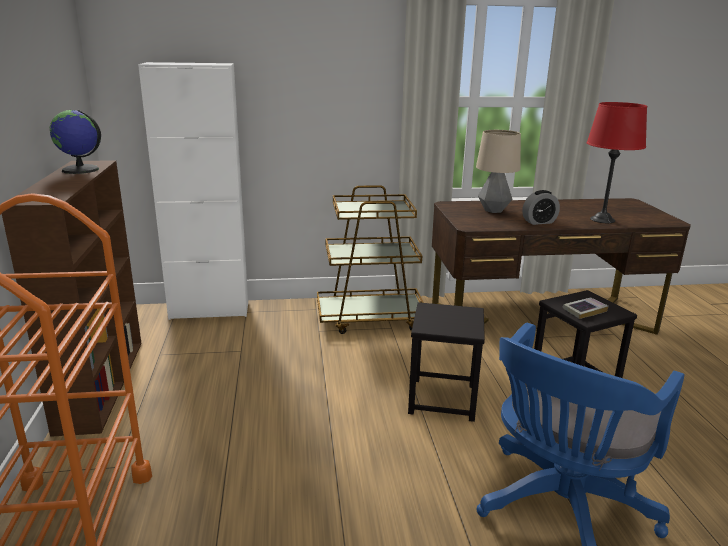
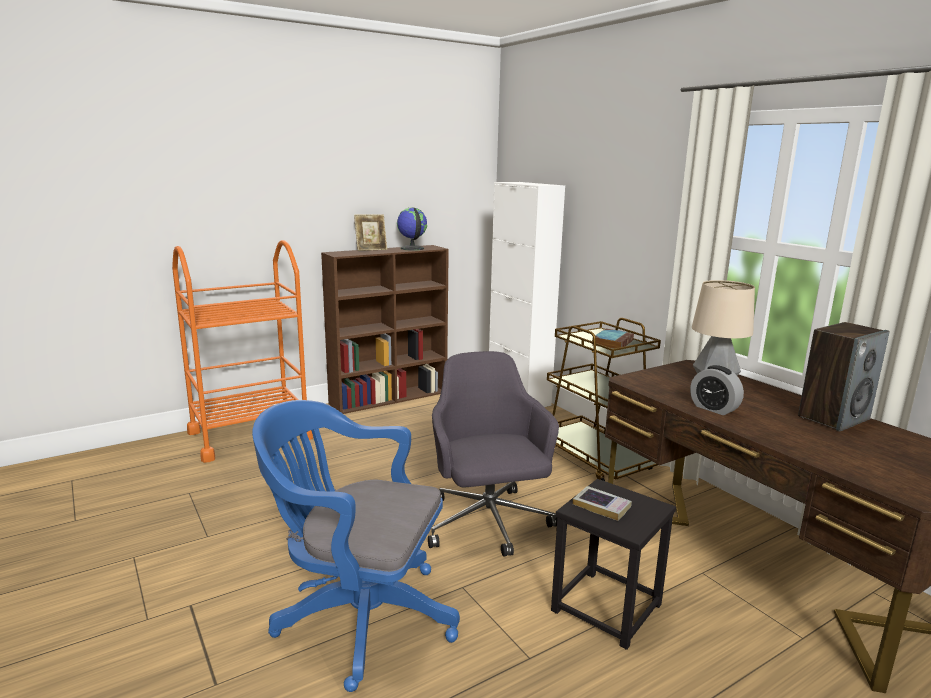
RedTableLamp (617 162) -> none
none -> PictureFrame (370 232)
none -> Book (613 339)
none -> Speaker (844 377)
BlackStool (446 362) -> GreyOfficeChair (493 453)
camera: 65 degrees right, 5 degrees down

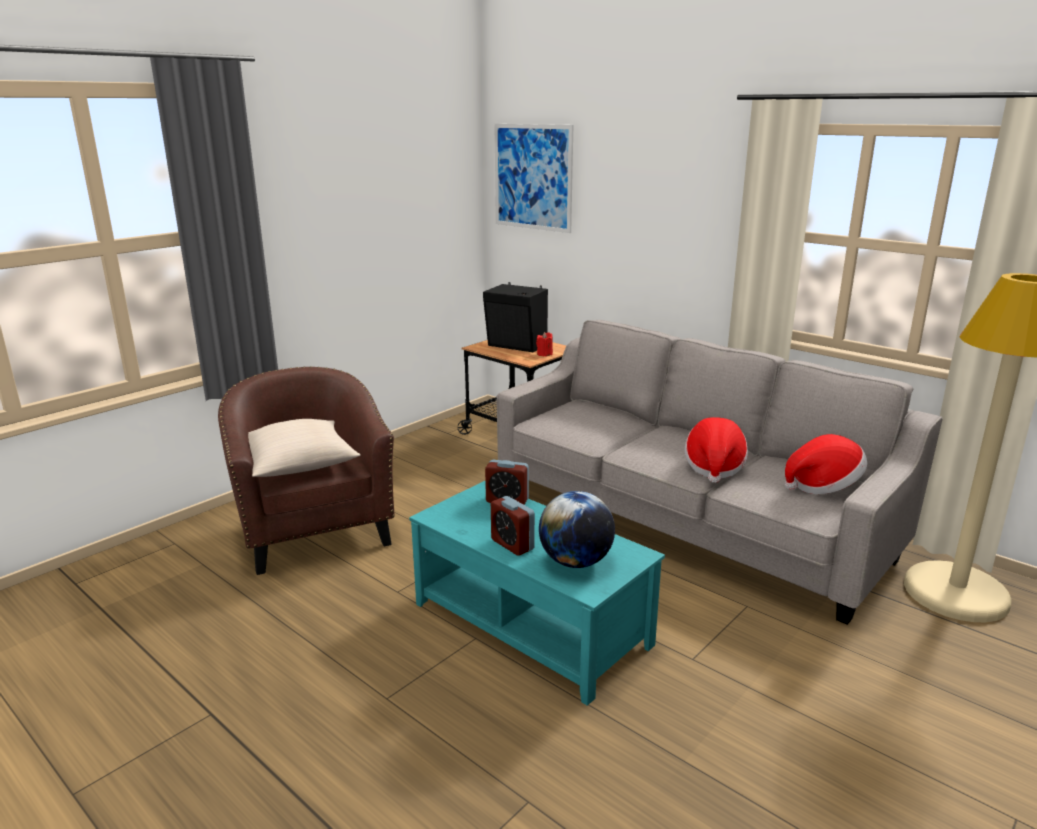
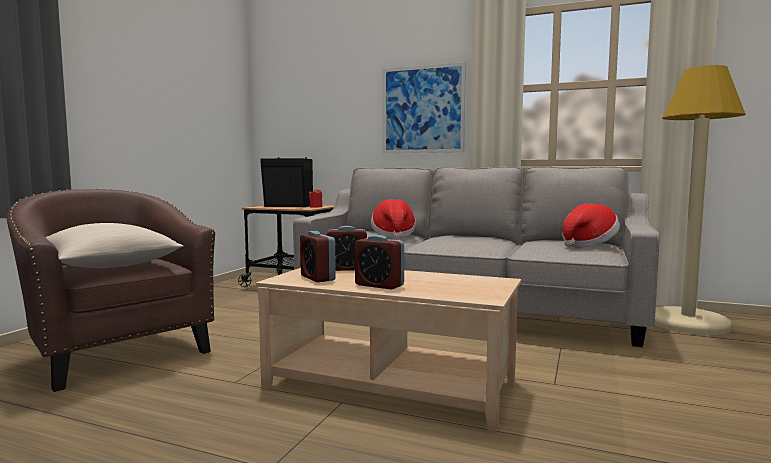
Globe (577 529) -> none
none -> AlarmClock (318 256)
Picture (533 178) -> Picture (424 107), shifted
Hat (716 450) -> Hat (393 219), shifted
TurquoiseCoffeeTable (537 593) -> BeigeCoffeeTable (388 350)
camera: 20 degrees left, 15 degrees down

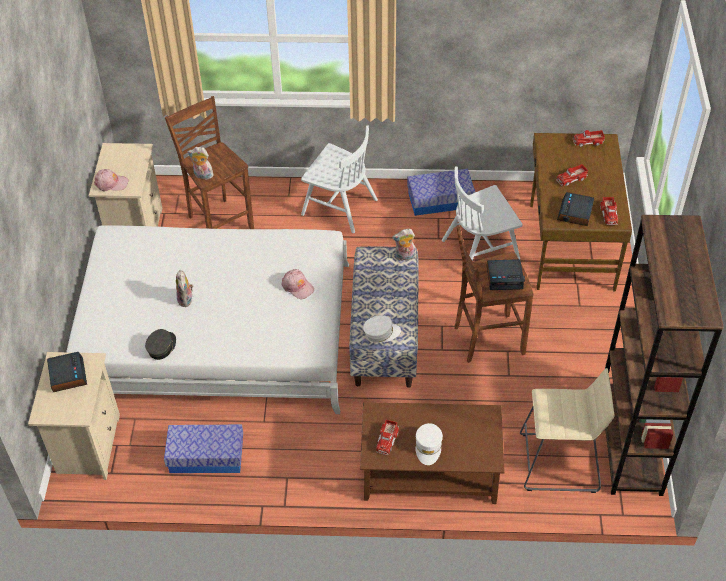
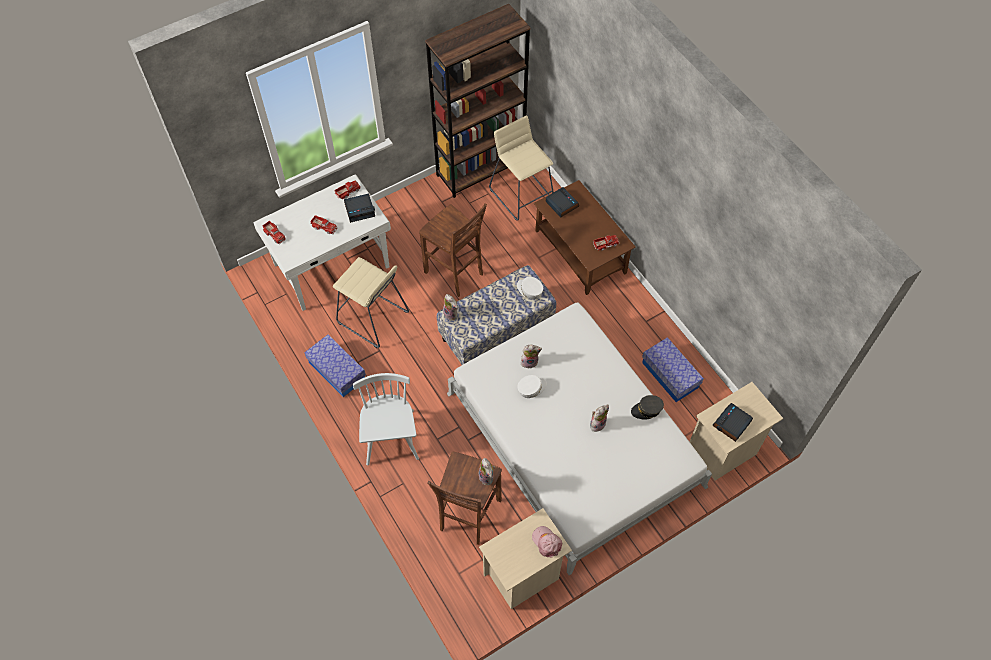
WhiteCap (429 444) -> WhiteCap (532 386), shifted
AlarmClock (506 274) -> AlarmClock (562 202), shifted
PinkCap (298 284) -> PlushToy (531 356)
WhiteChair (482 213) -> BeigeStool (371 302)
BrownDesk (581 212) -> WhiteDesk (322 242)
camera: 125 degrees left, 10 degrees up

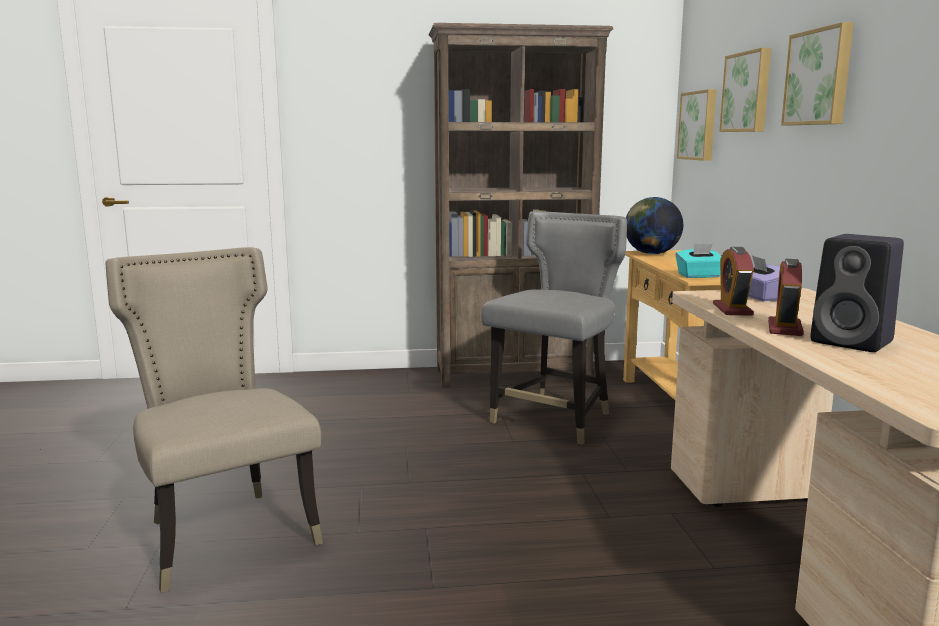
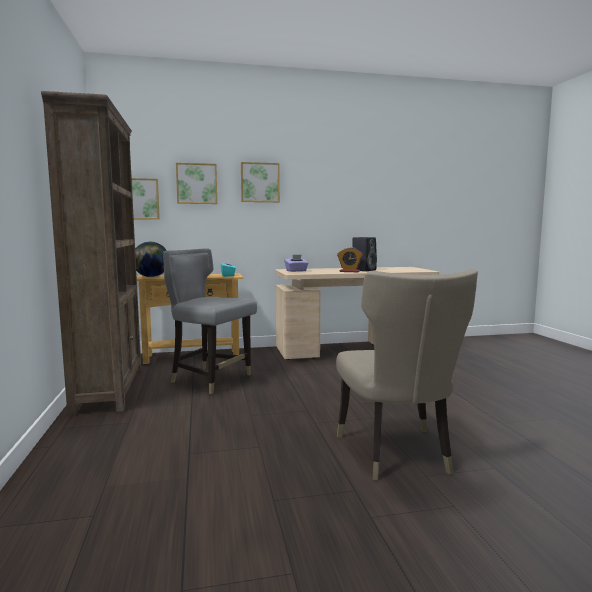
AlarmClock (733 281) -> none
BeigeChair (214 420) -> BeigeChair (407 374), 60 degrees counterclockwise
camera: 95 degrees left, 5 degrees down

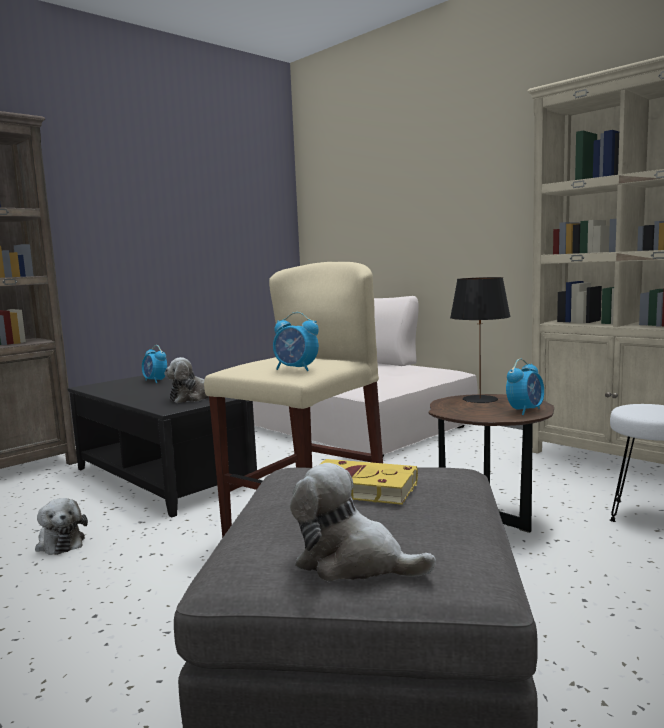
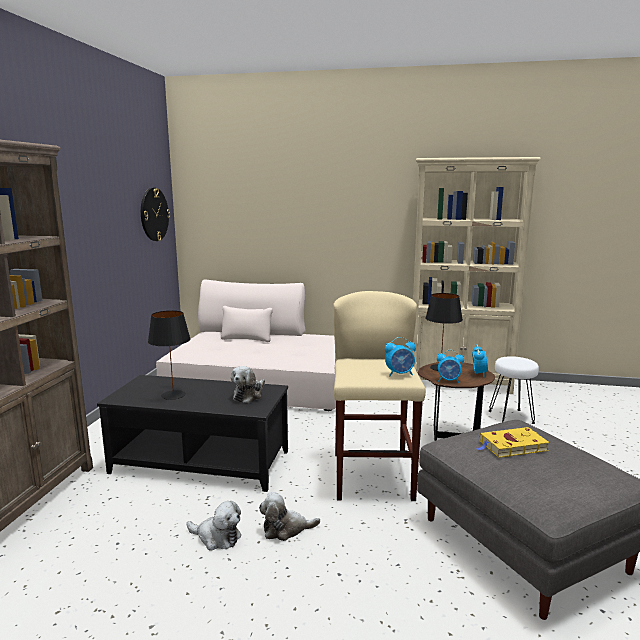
none -> WallClock (155 214)
none -> BlackTableLamp (169 355)
AlarmClock (154 364) -> AlarmClock (450 366), shifted
PlushToy (363 522) -> PlushToy (289 516), shifted
camera: 35 degrees left, 5 degrees up

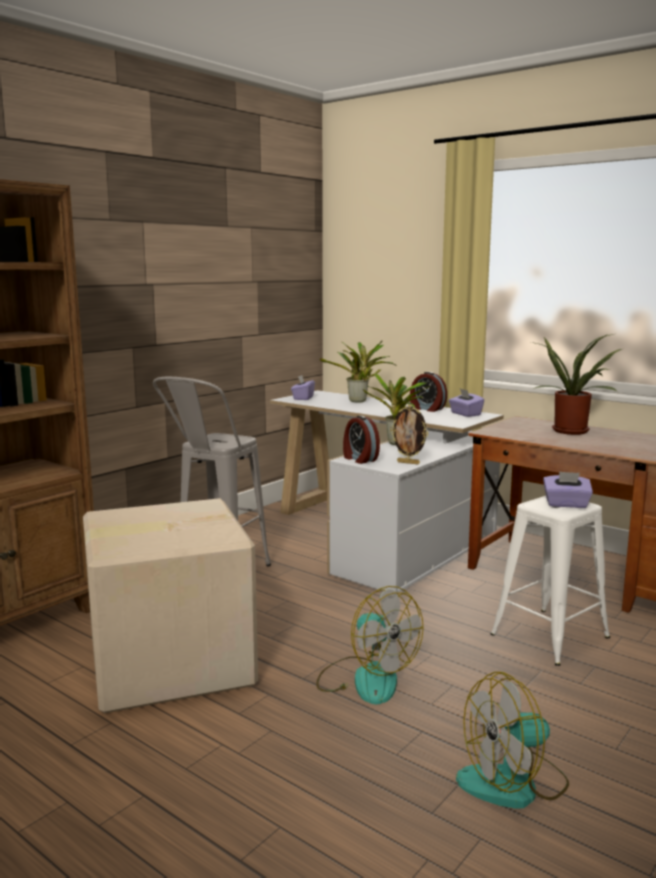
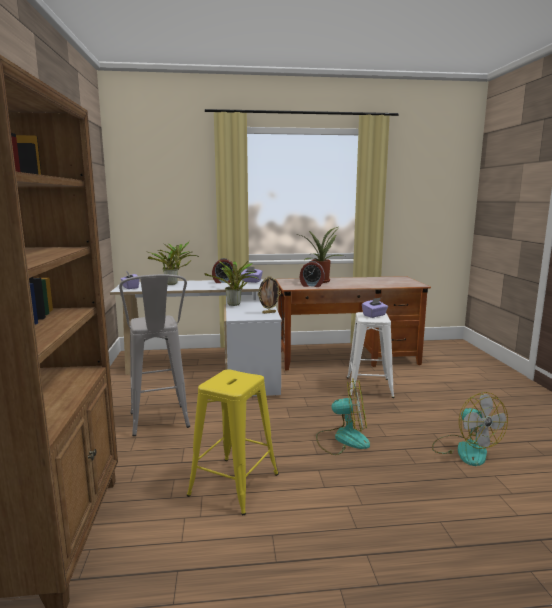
AlarmClock (361 439) -> AlarmClock (312 274), shifted
CardboardBox (170 605) -> YellowStool (233 442)
Fan (512 740) -> Fan (470 429), 45 degrees counterclockwise
camera: 45 degrees left, 0 degrees up

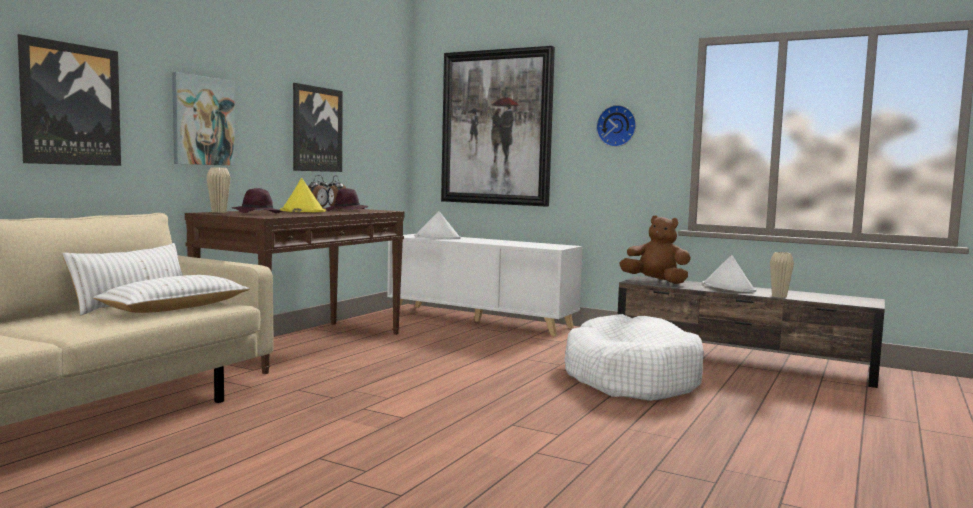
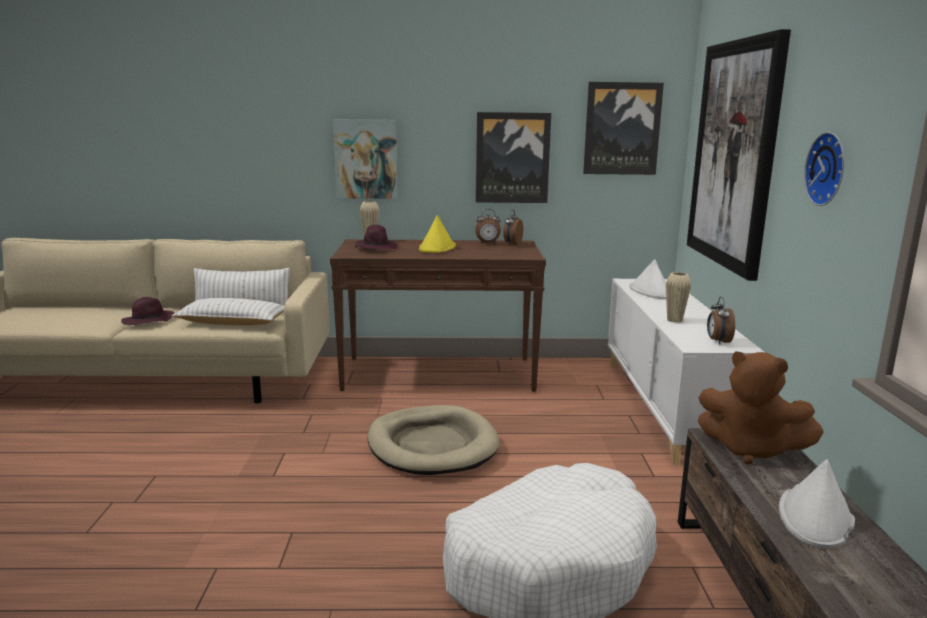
none -> BeigeDogBed (434 440)
none -> AlarmClock (721 321)
Picture (69 100) -> Picture (623 128), shifted
PurpleHat (347 199) -> PurpleHat (147 311), shifted
BeigeVase (782 275) -> BeigeVase (678 297), shifted
BrownPlushToy (655 249) -> BrownPlushToy (761 407), 120 degrees clockwise
camera: 60 degrees right, 10 degrees up

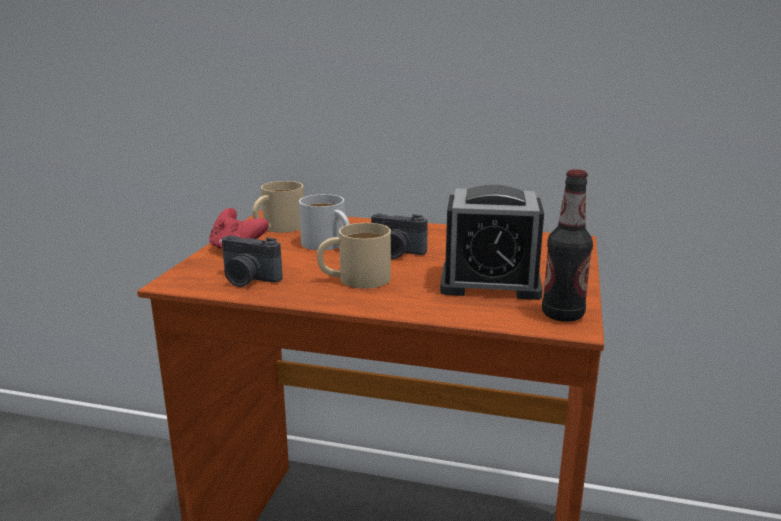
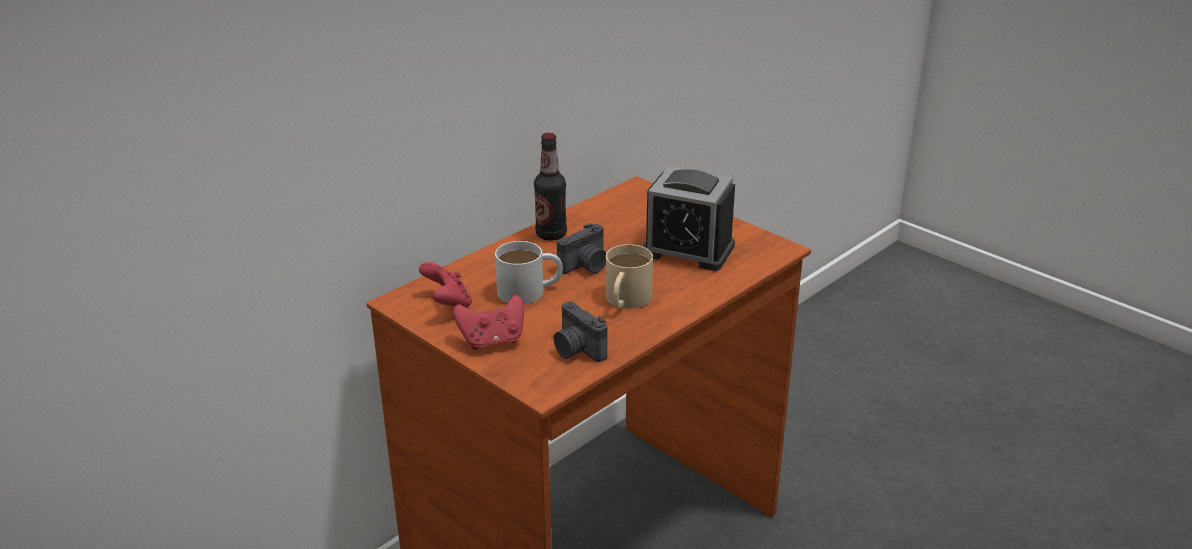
Bottle (567 245) -> Bottle (550 186), shifted
BeigeMug (278 207) -> RedGameController (445 284)
PhotoCamera (252 261) -> PhotoCamera (581 331), 90 degrees clockwise
AlarmClock (492 242) -> AlarmClock (688 218), 75 degrees clockwise
camera: 60 degrees left, 10 degrees up

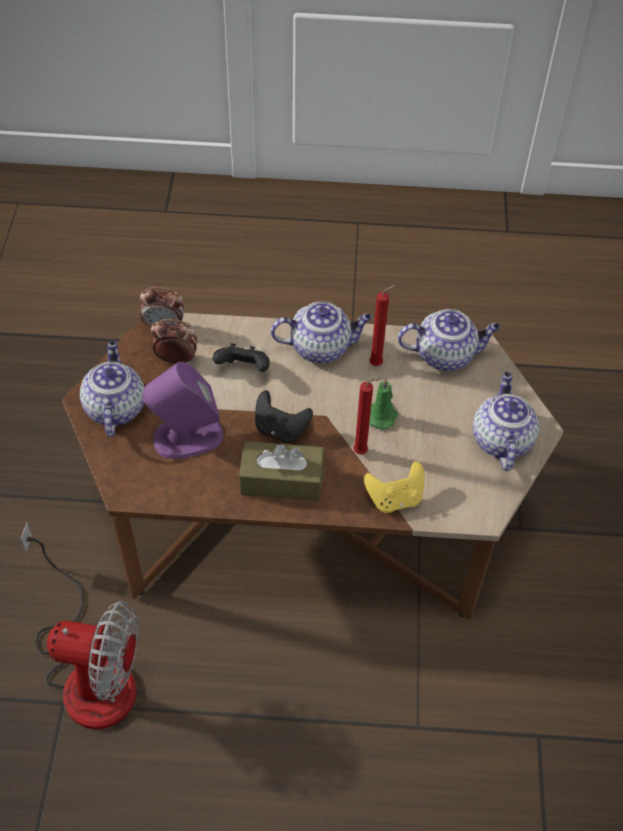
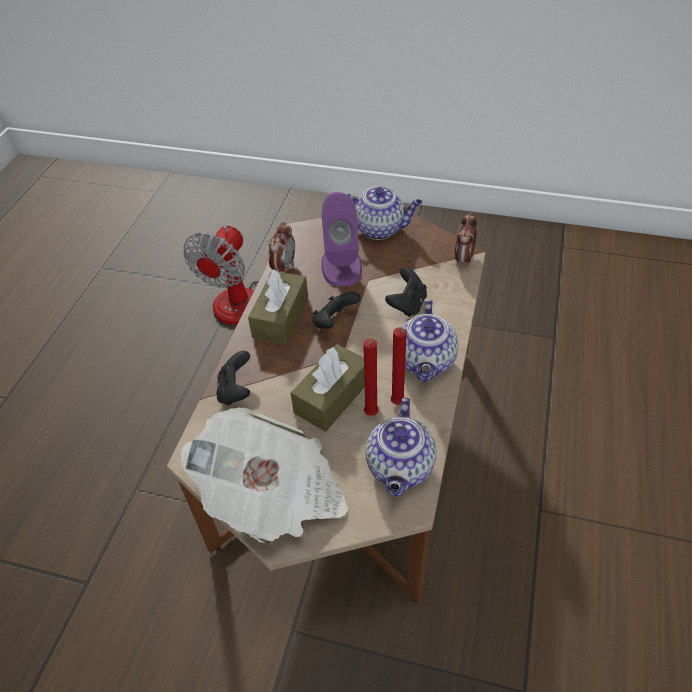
AlarmClock (174 341) -> AlarmClock (281 247), shifted
RedCandle (367 415) -> RedCandle (371 377), shifted
GreenCandle (383 404) -> BrownTissueBox (327 388)
Teapot (505 421) -> Newspaper (264 475)
YellowGameController (394 487) -> BlackGameController (233 378)
camera: 105 degrees right, 5 degrees down

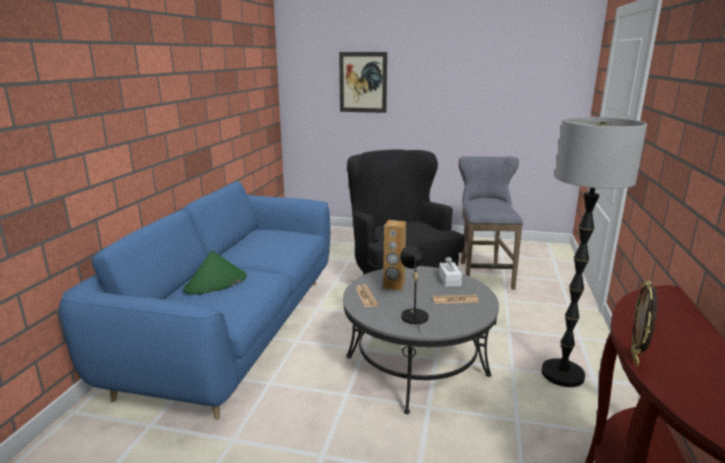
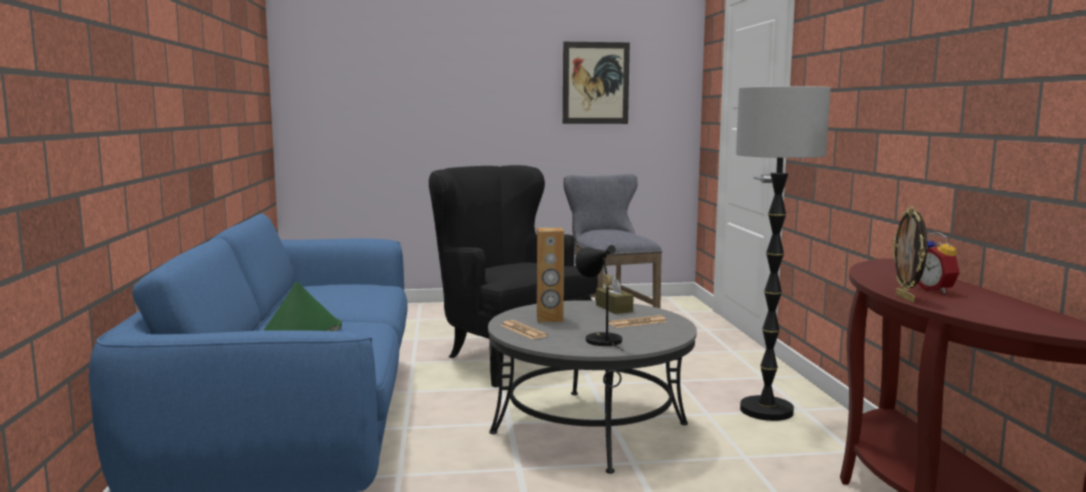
none -> AlarmClock (939 263)
Picture (363 82) -> Picture (596 83), shifted
WhiteTissueBox (450 272) -> BrownTissueBox (615 294)
camera: 20 degrees left, 10 degrees down

